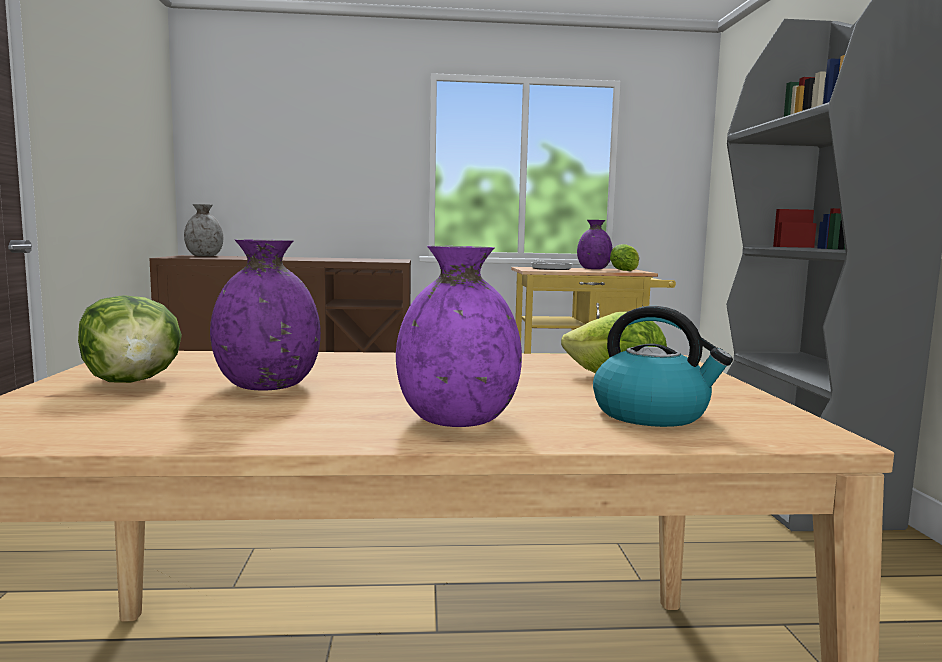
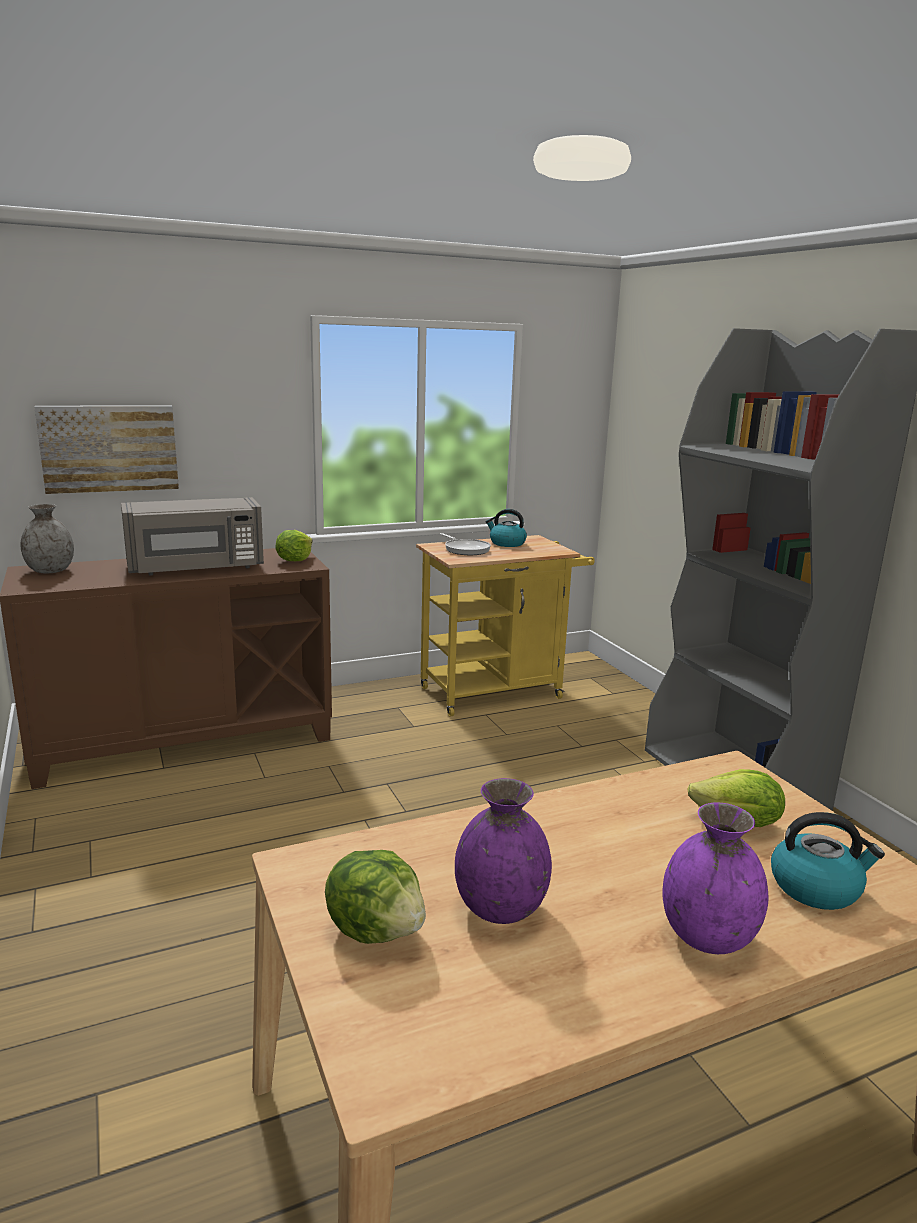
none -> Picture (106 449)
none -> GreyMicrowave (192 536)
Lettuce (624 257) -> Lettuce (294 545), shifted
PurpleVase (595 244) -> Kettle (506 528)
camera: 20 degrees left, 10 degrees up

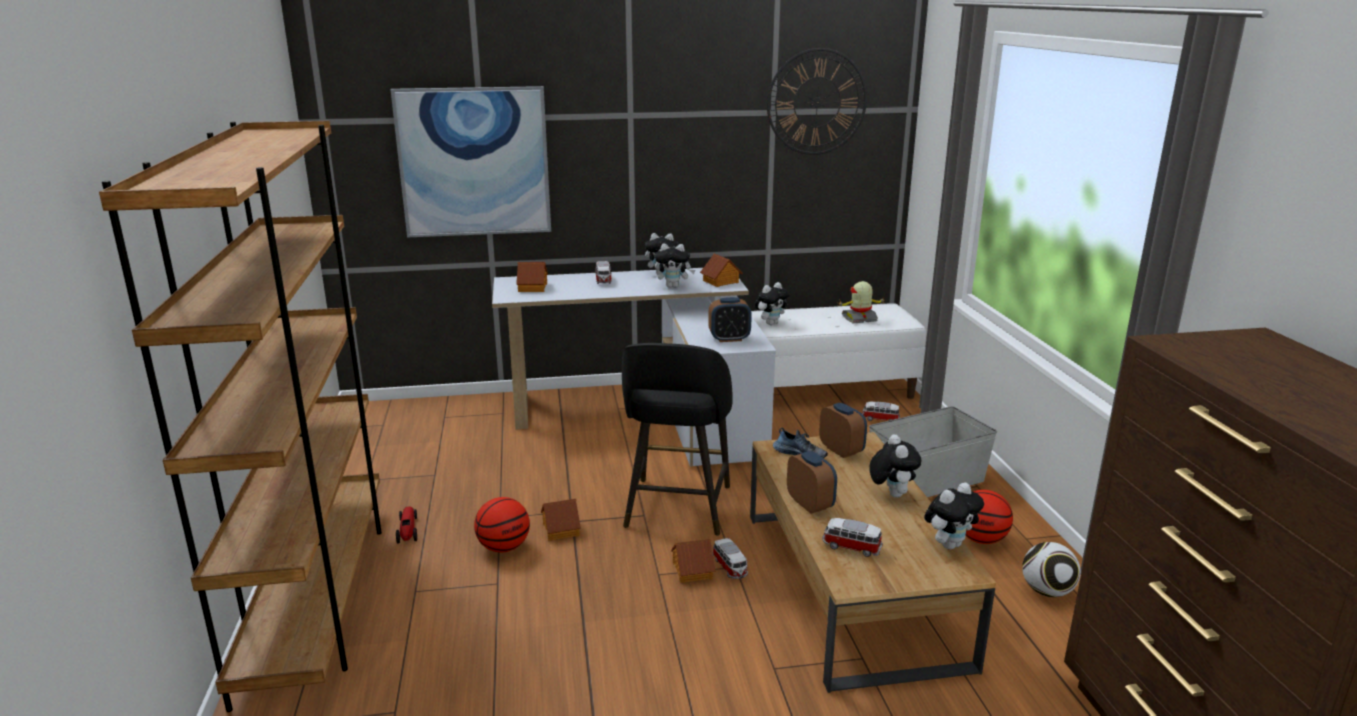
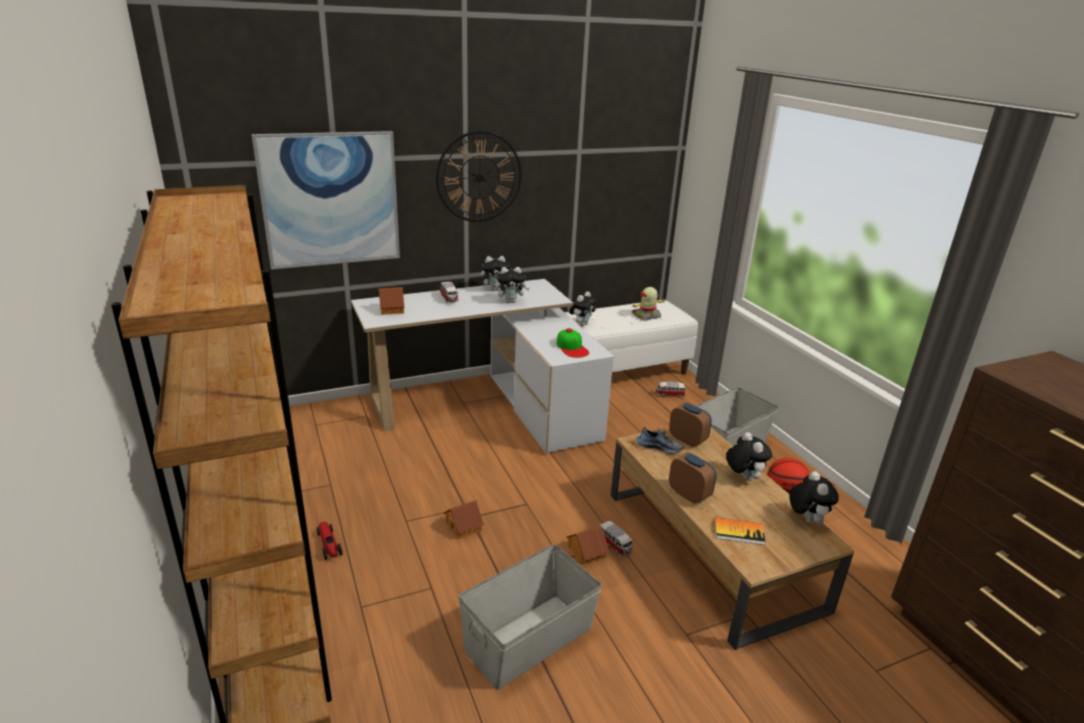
Basketball (502 524) -> none
BlackStool (677 439) -> none
ToyHouse (721 270) -> none
Football (1051 569) -> none
none -> GreyStorageBox (530 617)
WallClock (817 101) -> WallClock (479 176), shifted
AlarmClock (730 319) -> Cap (573 343)
ToyCar (852 537) -> Book (740 531)
PlushToy (954 516) -> PlushToy (814 497), 45 degrees counterclockwise
camera: 15 degrees left, 5 degrees up

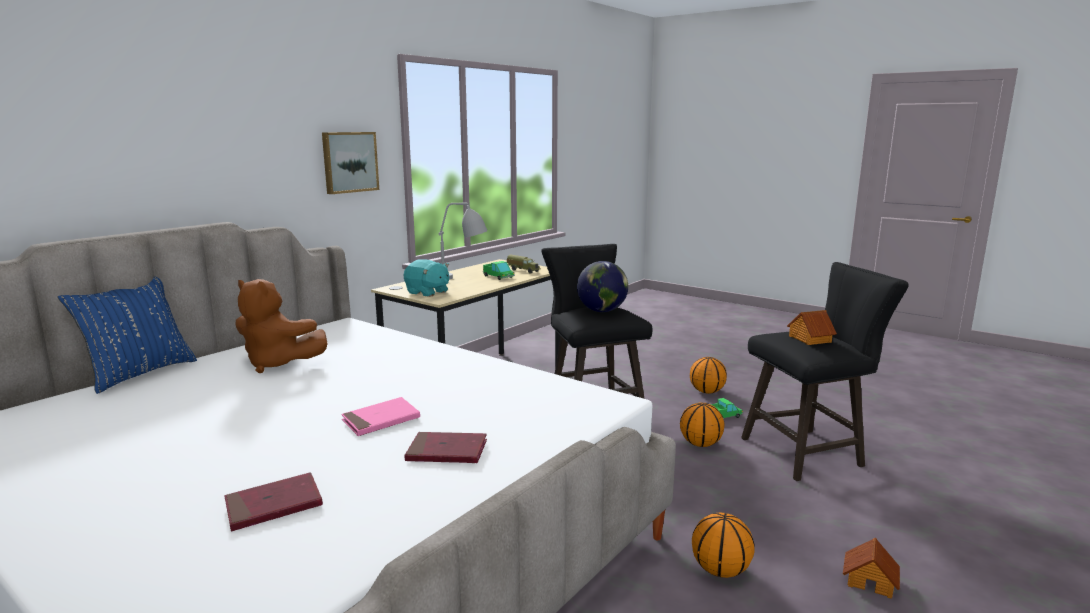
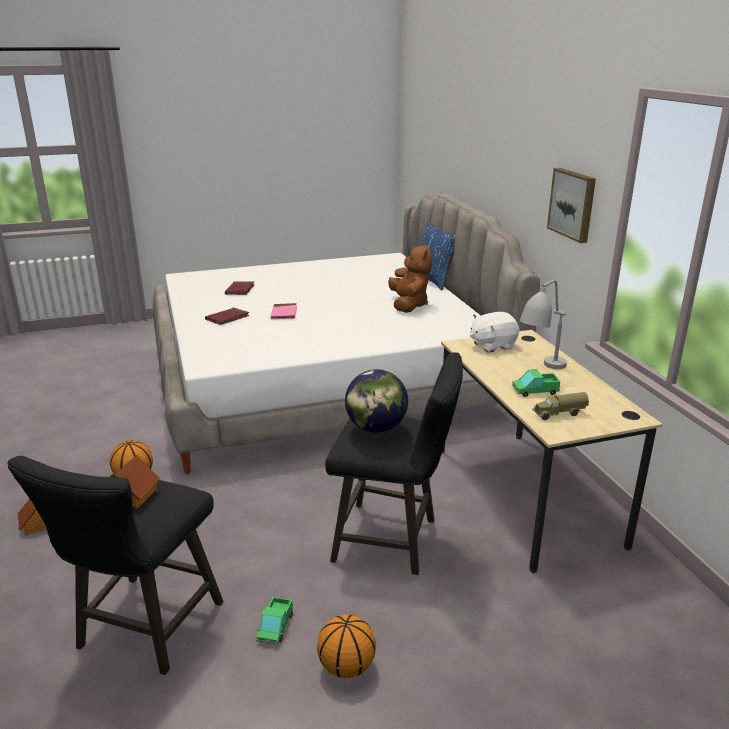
Basketball (702 424) -> none
TurquoisePlushToy (426 278) -> WhitePlushToy (494 332)
BrownPlushToy (282 326) -> BrownPlushToy (410 278), 120 degrees clockwise
camera: 125 degrees right, 10 degrees up

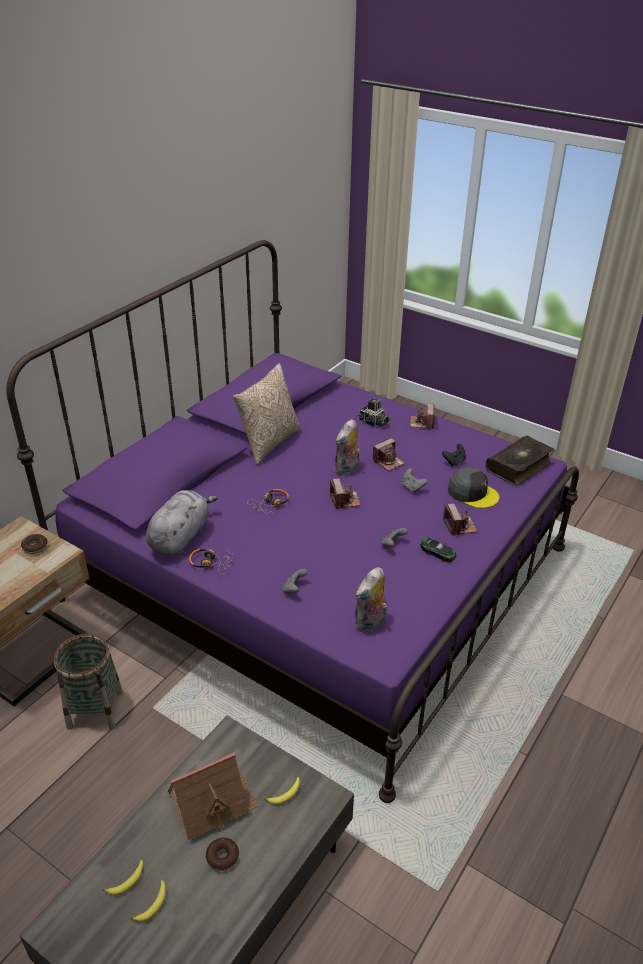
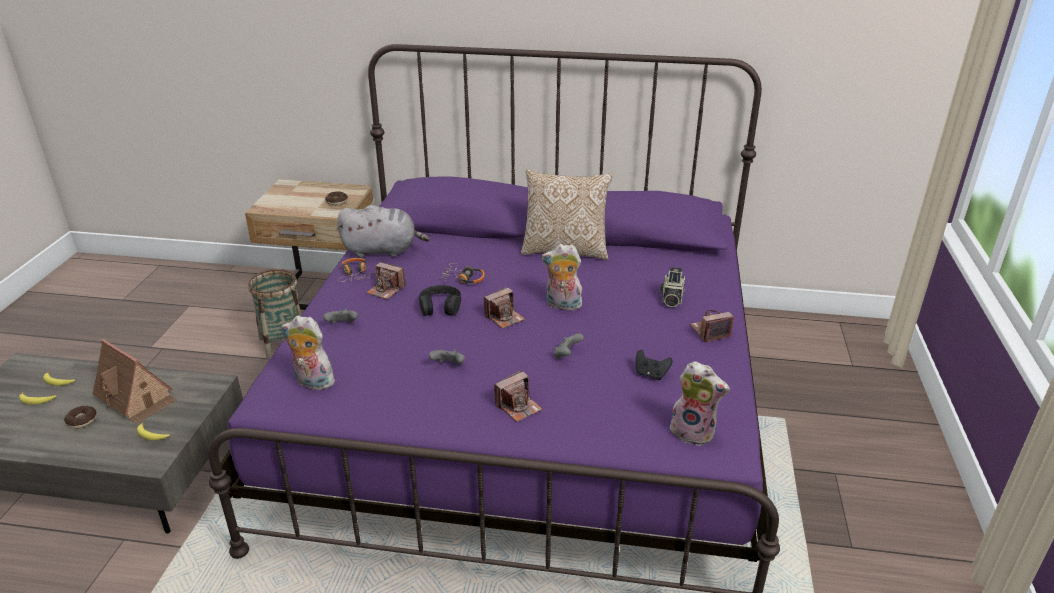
ToyCar (438 549) -> none
GreyCap (473 487) -> none
none -> BlackHeadphones (440 300)
PhotoCamera (389 454) -> PhotoCamera (386 280), shifted
Book (520 461) -> PlushToy (698 403)
camera: 65 degrees right, 5 degrees down

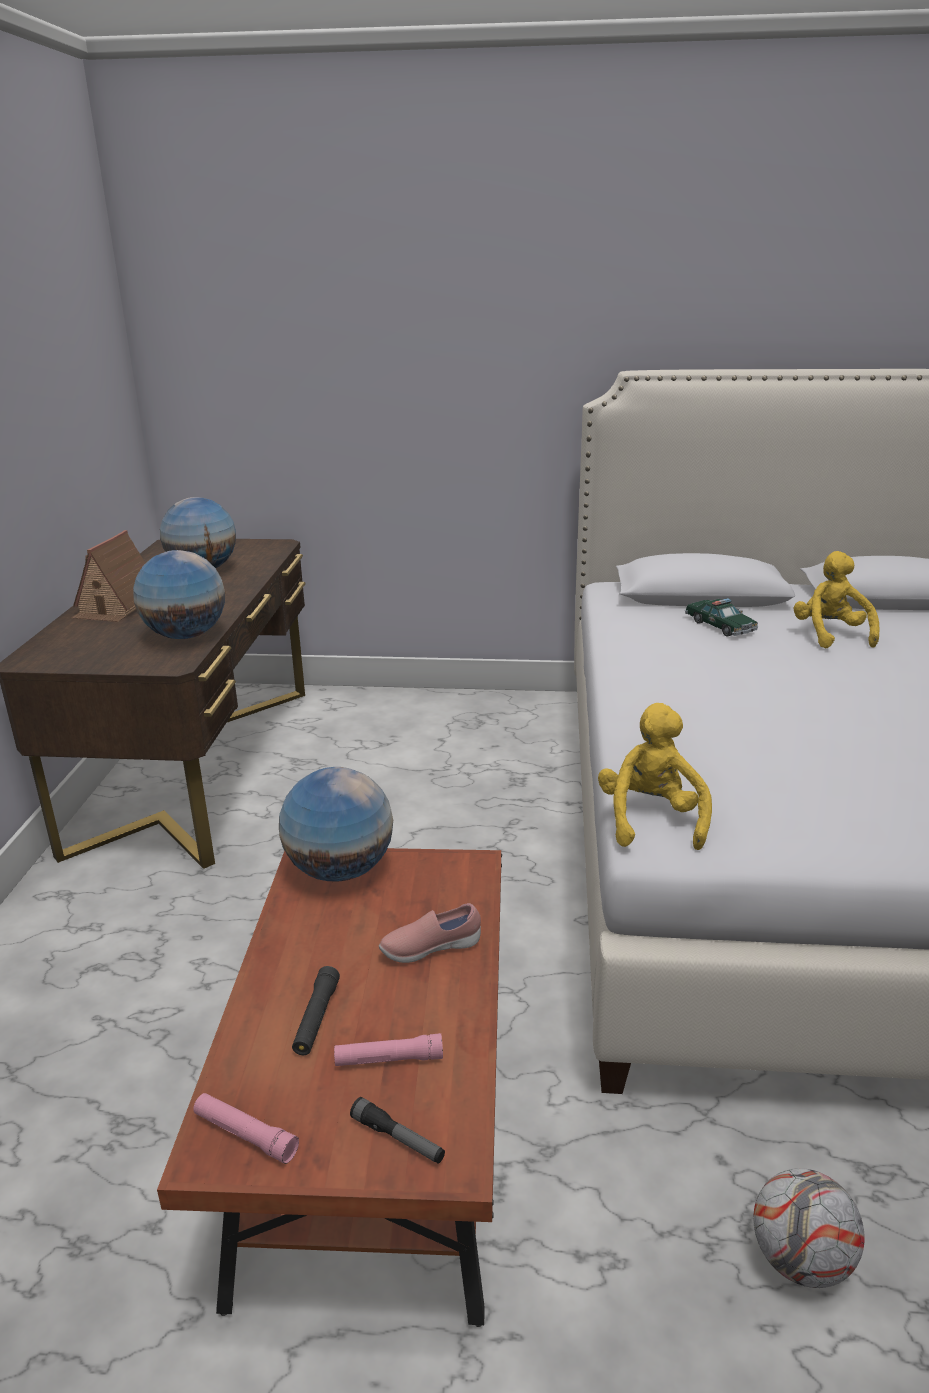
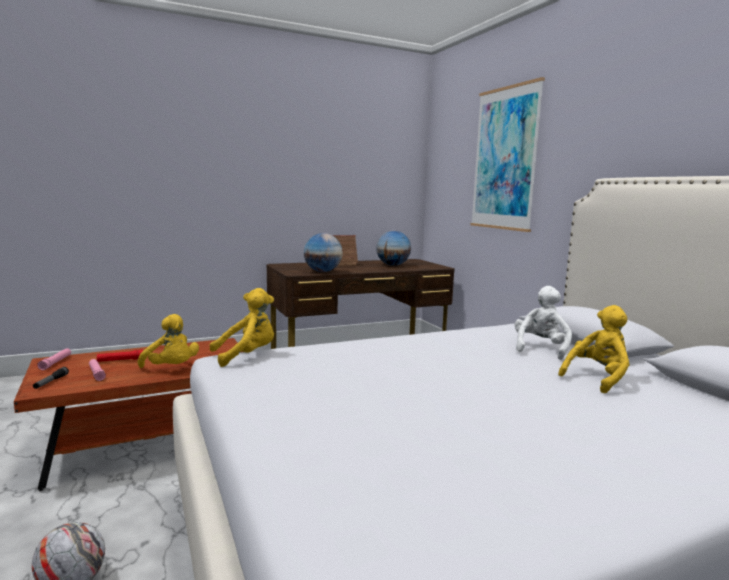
Globe (336 824) -> none
none -> Picture (507 154)
PinkShoe (430 933) -> YellowPlushToy (168 341)
ToyCar (721 617) -> WhitePlushToy (543 323)
BlackFlashlight (316 1010) -> RedFlashlight (120 356)
camera: 60 degrees right, 15 degrees down

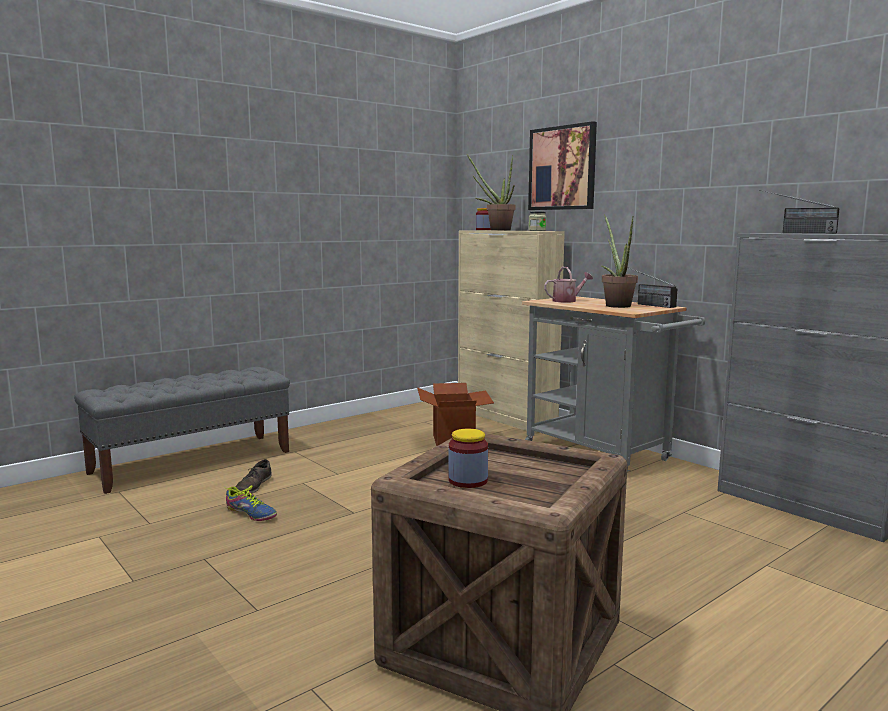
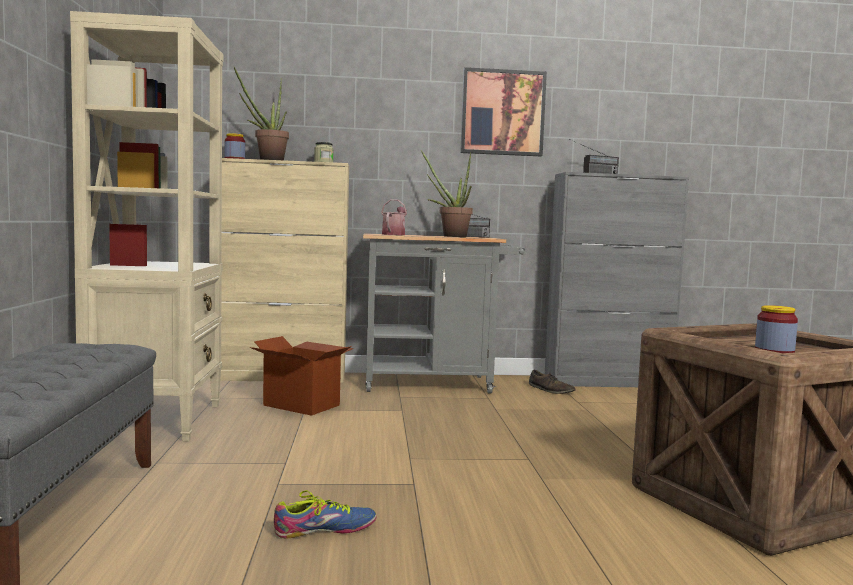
none -> BeigeBookcase (146 226)
BrownShoe (253 476) -> BrownShoe (552 382), shifted
Picture (562 165) -> Picture (503 111), shifted
camera: 55 degrees left, 5 degrees down

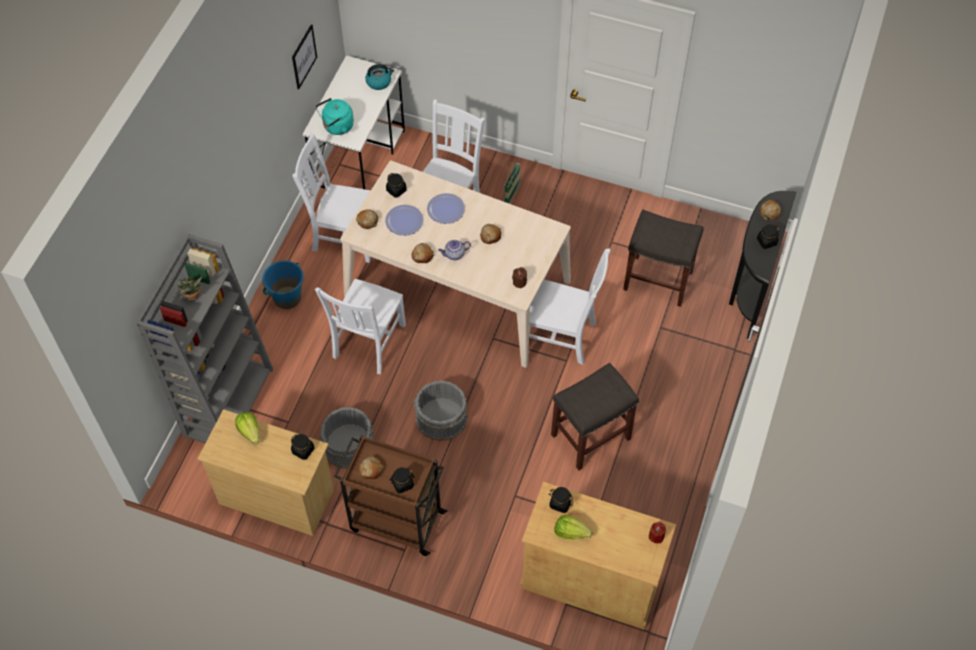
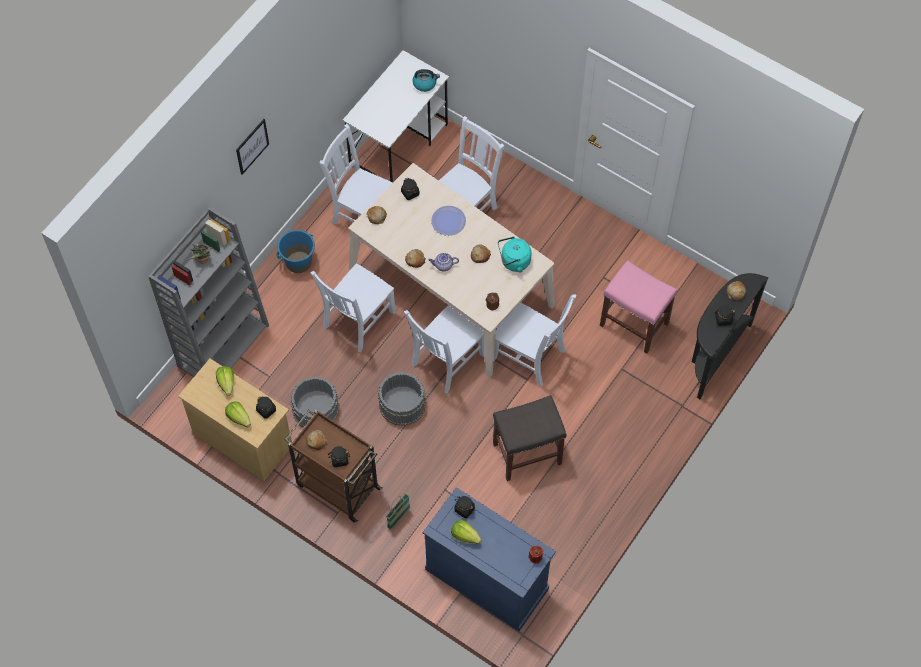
Plate (404 220) -> none
none -> Lettuce (238 414)
none -> WhiteChair (444 349)
Picture (304 56) -> Picture (252 147), shifted
TurquoiseKettle (335 116) -> TurquoiseKettle (514 254), shifted
Basket (512 182) -> Basket (398 512), shifted
BeigeCabinet (598 556) -> BlueCabinet (489 559)
GreyStool (663 258) -> PinkStool (638 307)
camera: 15 degrees right, 5 degrees up

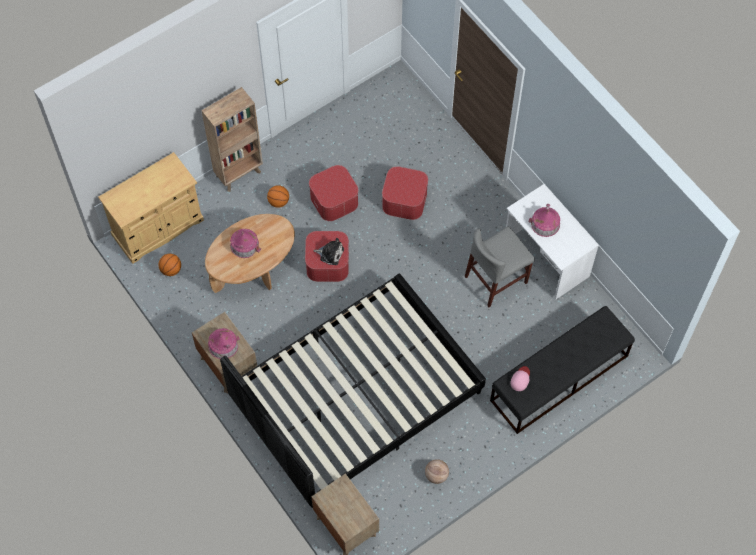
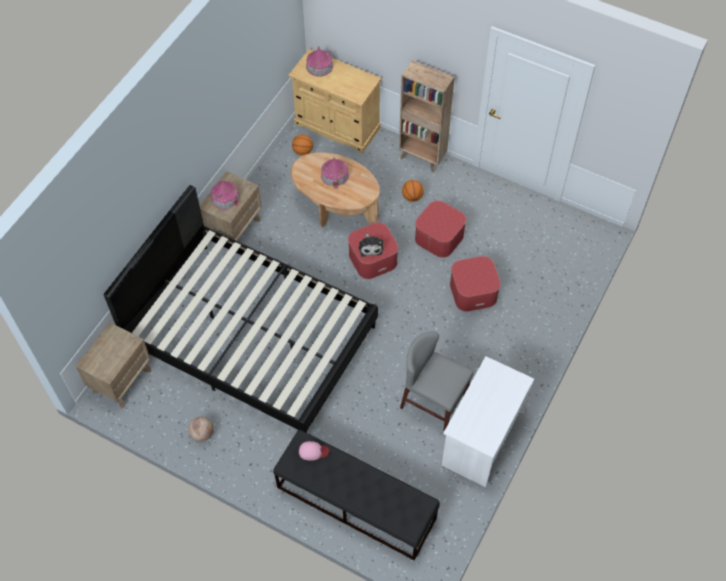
ToyHouse (544 220) -> ToyHouse (319 61), shifted
camera: 65 degrees right, 5 degrees down

